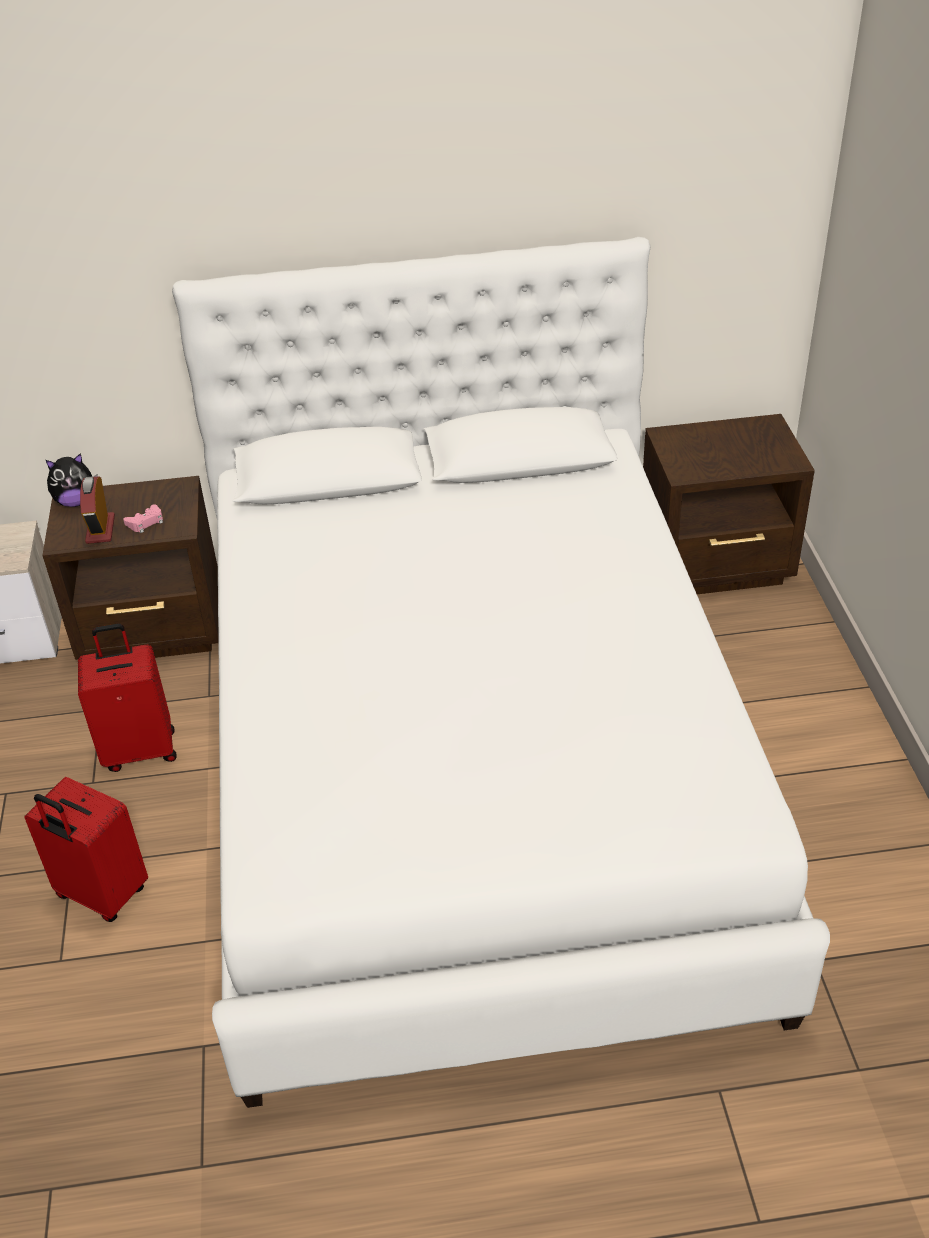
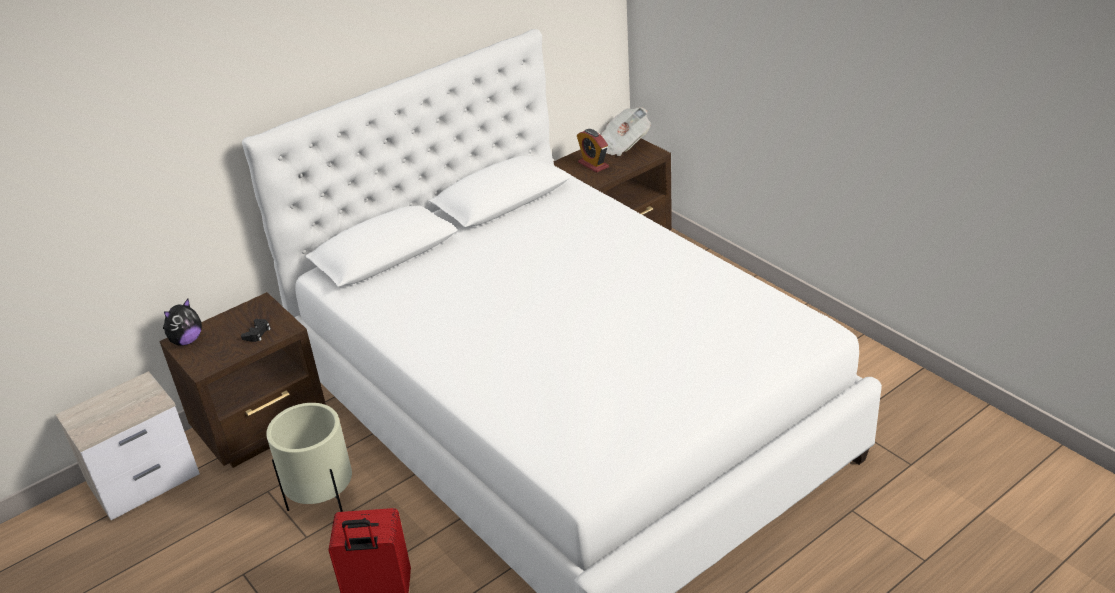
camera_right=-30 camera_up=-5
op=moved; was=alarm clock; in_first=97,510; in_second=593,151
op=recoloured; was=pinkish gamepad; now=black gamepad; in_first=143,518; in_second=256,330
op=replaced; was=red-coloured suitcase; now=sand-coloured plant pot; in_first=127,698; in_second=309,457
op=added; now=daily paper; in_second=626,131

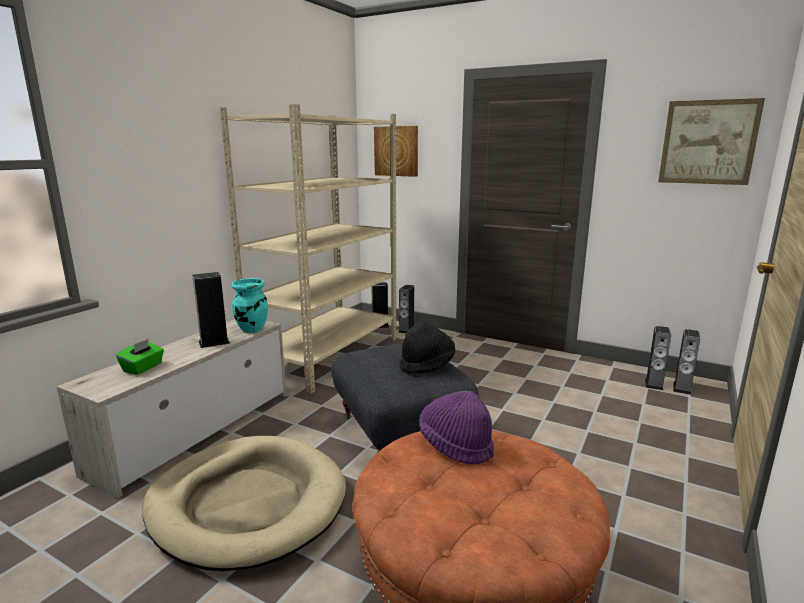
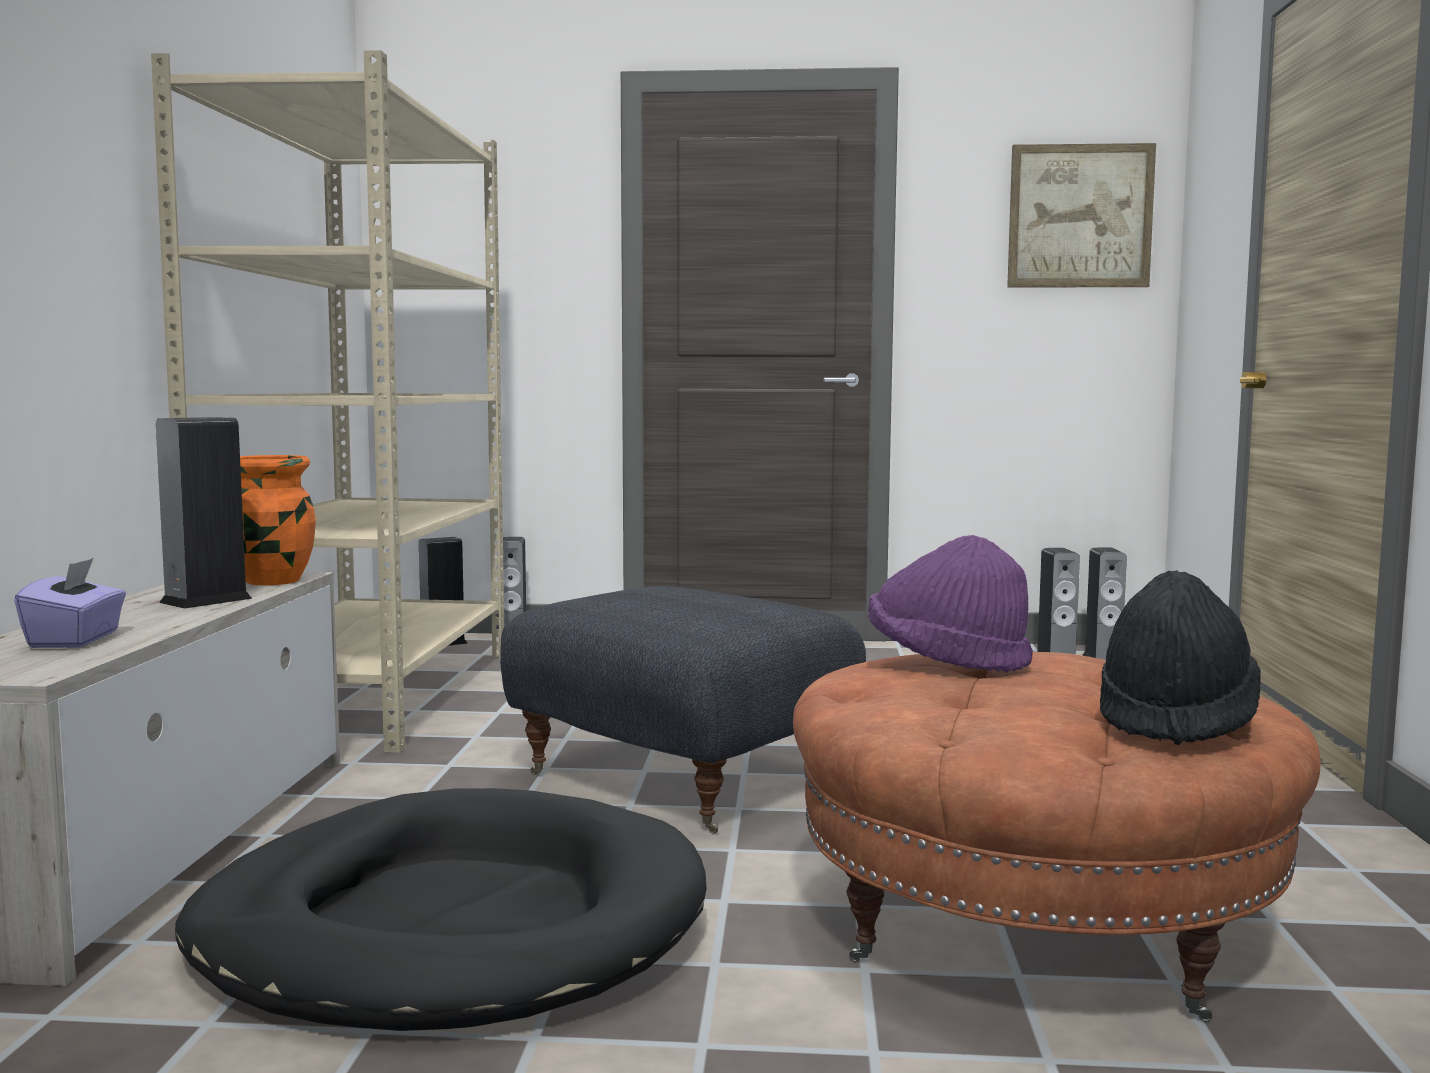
camera_right=-25 camera_up=-10
op=removed; was=wall picture; in_first=396,151
op=recoloured; was=turquoise flower vase; now=orangey flower vase; in_first=250,305; in_second=278,520
op=moved; was=black clothing hat; in_first=427,348; in_second=1180,657
op=recoloured; was=greenish tissue box; now=purple-coloured tissue box; in_first=140,357; in_second=70,603
op=recoloured; was=sand-coloured dog bed; now=black dog bed; in_first=244,503; in_second=441,909

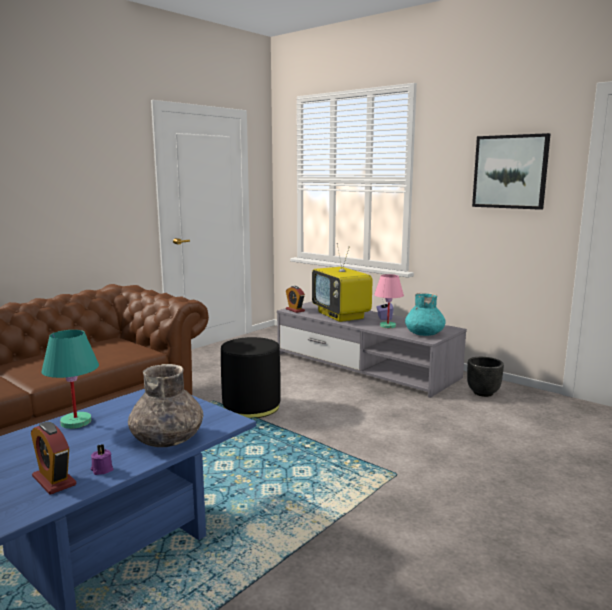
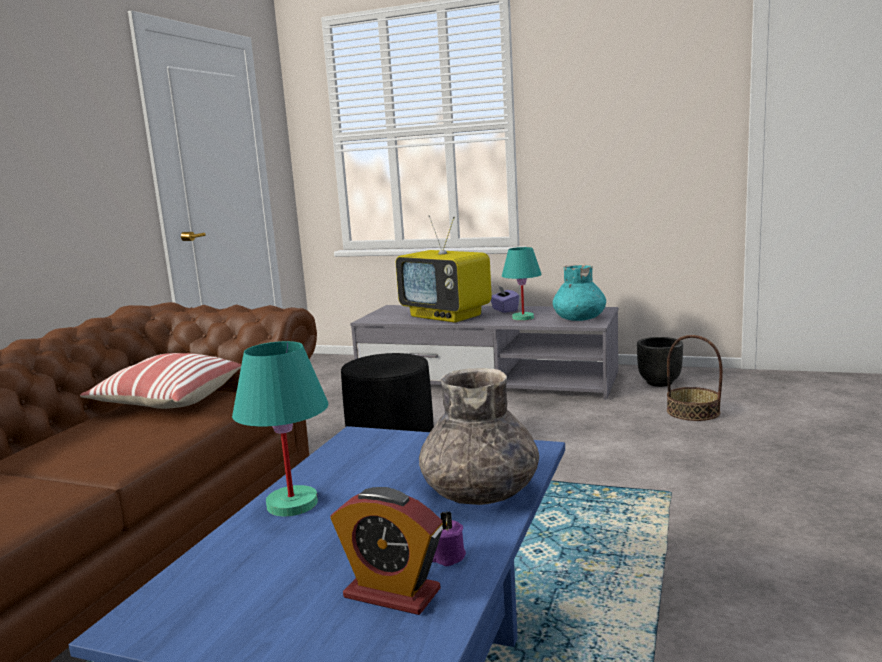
camera_right=-20 camera_up=0
op=removed; was=wall picture; in_first=511,171
op=recoloured; was=pinkish lamp for a table; now=turquoise lamp for a table; in_first=389,301; in_second=522,284
op=removed; was=alarm clock; in_first=295,299
op=added; now=household basket; in_second=695,378
op=added; now=pillow; in_second=160,381

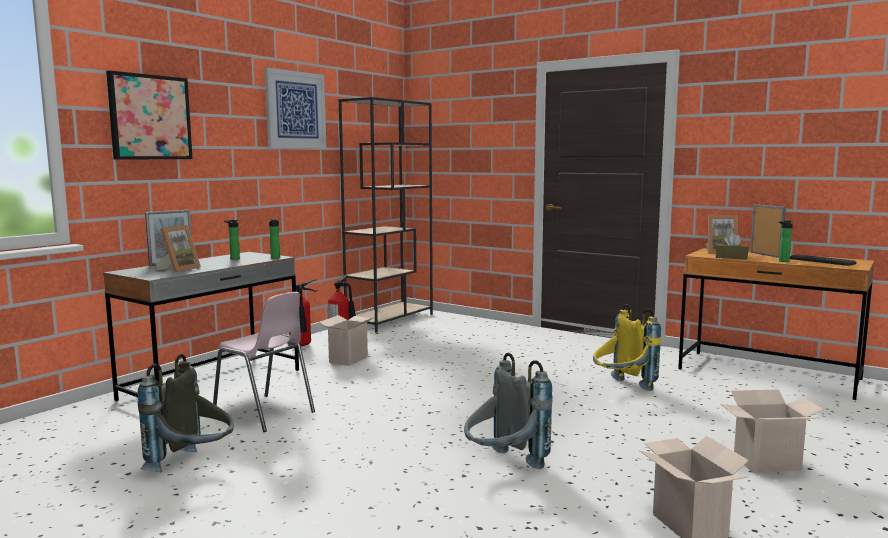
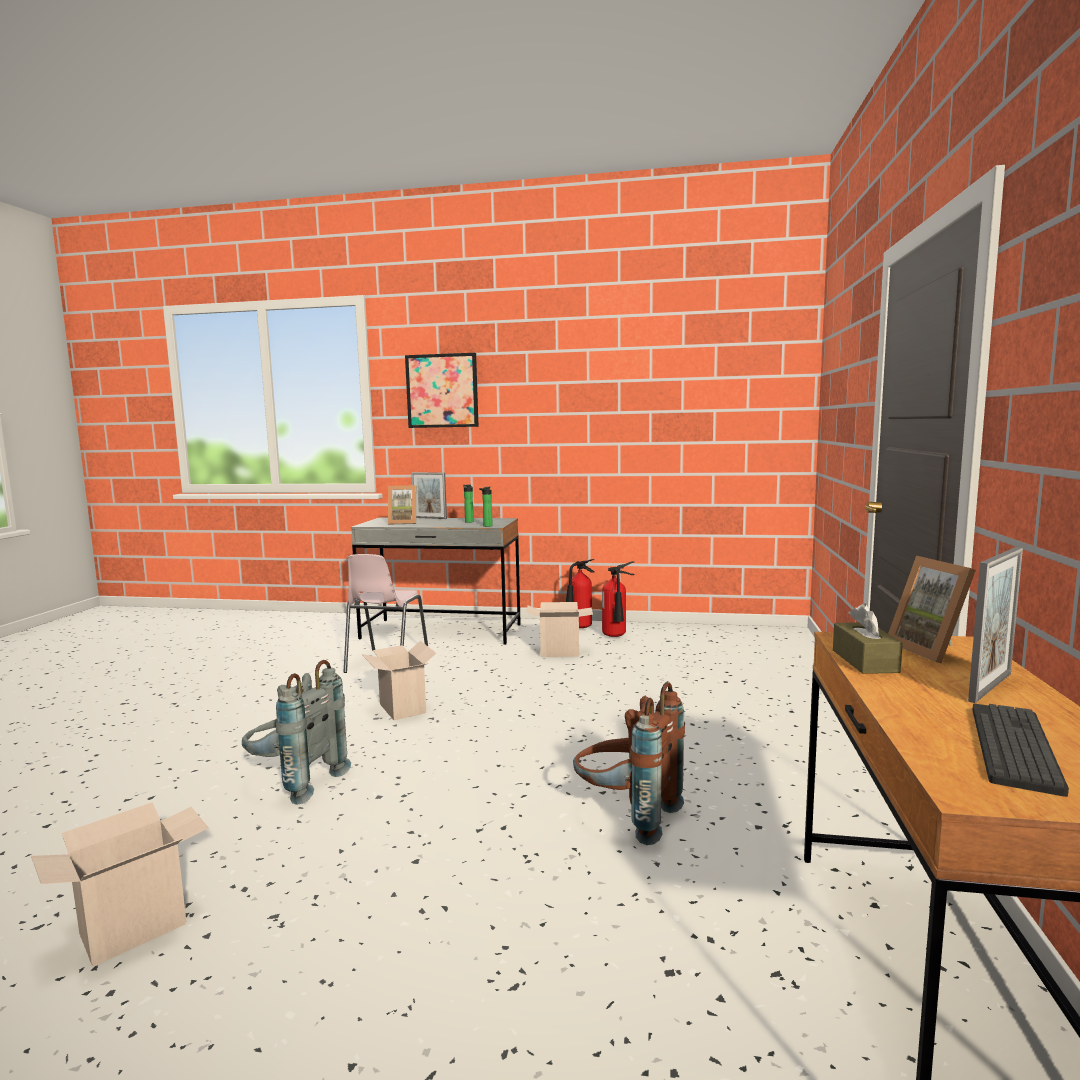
camera_right=65 camera_up=0
op=removed; was=wall picture; in_first=295,107
op=removed; was=bookshelf; in_first=386,215
op=removed; was=beverage bottle; in_first=786,241
op=recoloured; was=yellowish backpack; now=brown-coloured backpack; in_first=627,347; in_second=629,763
op=removed; was=grey backpack; in_first=186,413
op=moved; was=cardboard box; in_first=772,431; in_second=399,680

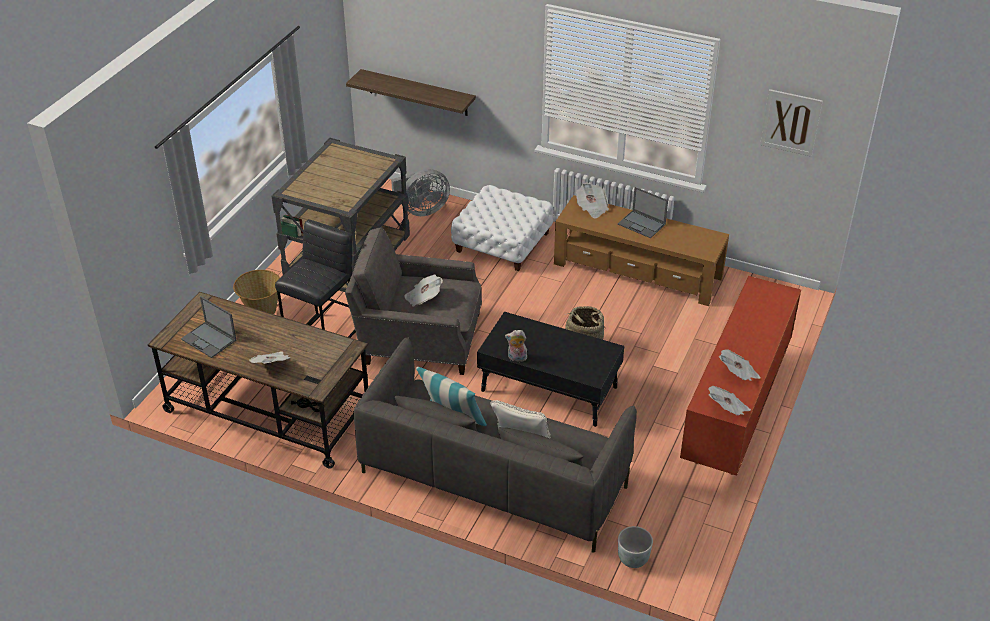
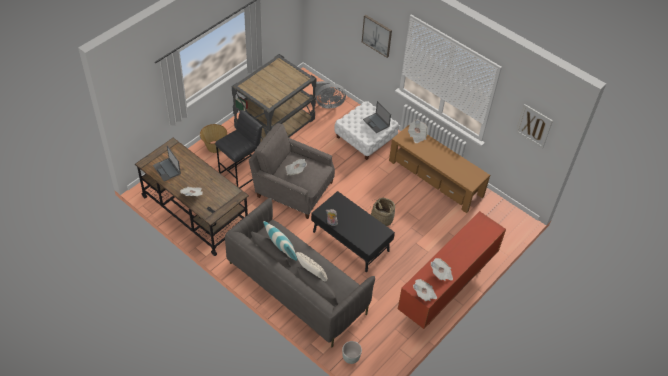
camera_right=15 camera_up=10
op=removed; was=wall shelf; in_first=411,92
op=moved; was=notebook computer; in_first=643,212; in_second=377,117
op=added; now=wall picture; in_second=377,36

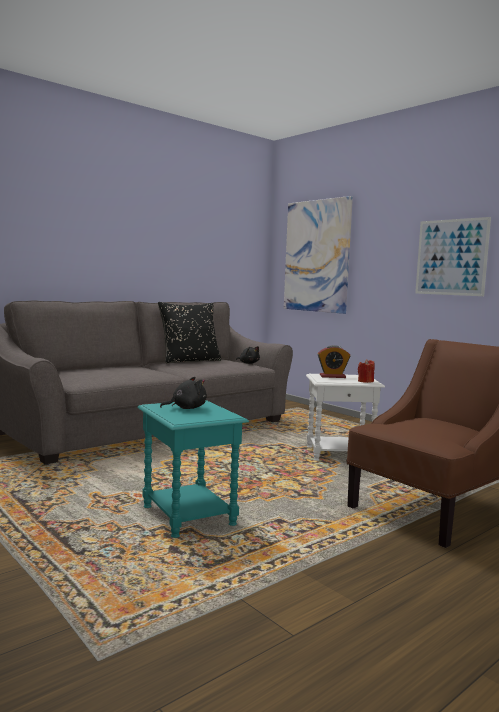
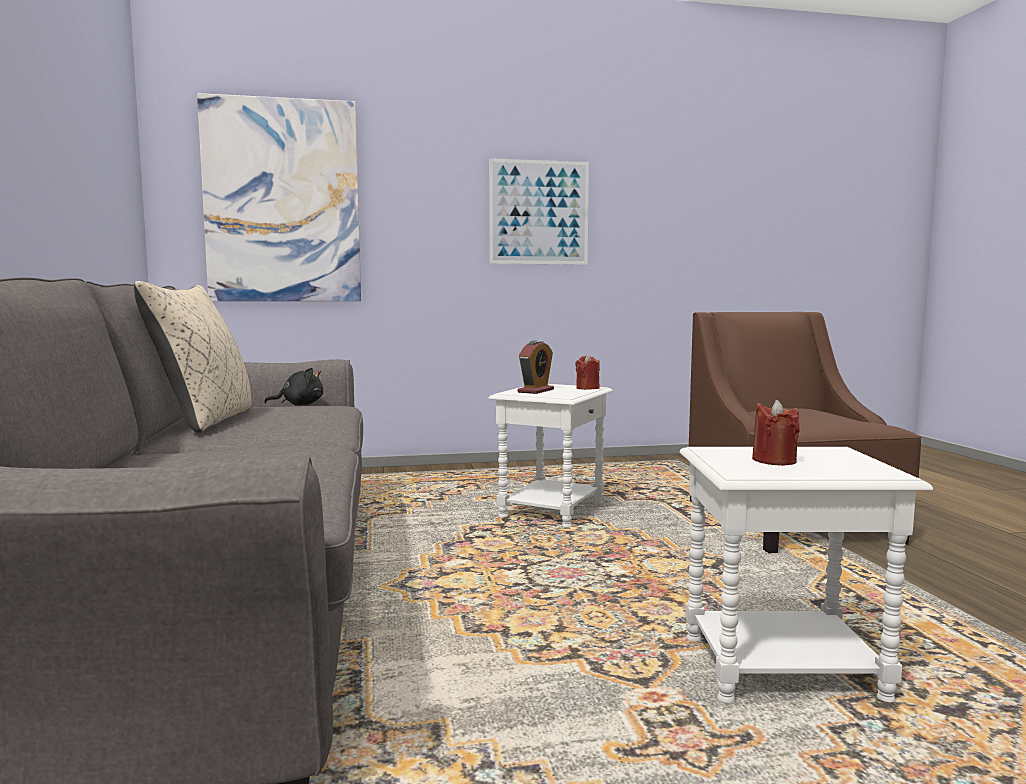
camera_right=-60 camera_up=0
op=recoloured; was=black pillow; now=sand-coloured pillow; in_first=189,333; in_second=192,357
op=replaced; was=black plush toy; now=red-coloured wax candle; in_first=183,393; in_second=776,433
op=recoloured; was=turquoise end table; now=white-coloured end table; in_first=193,469; in_second=806,575

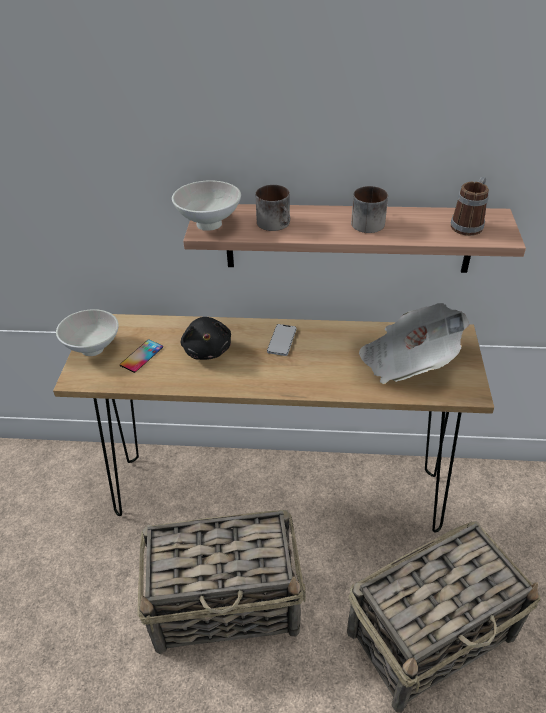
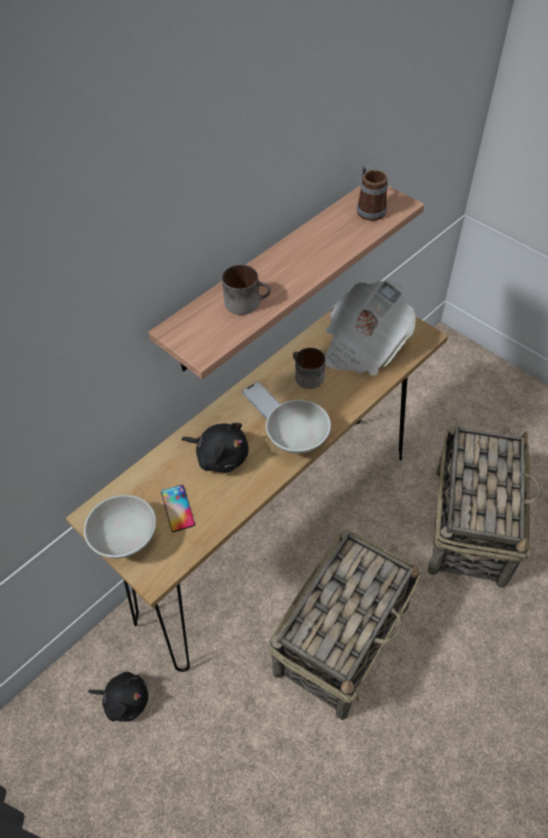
camera_right=-50 camera_up=10
op=moved; was=white-coloured bowl; in_first=206,206; in_second=298,427
op=moved; was=coffee mug; in_first=369,209; in_second=309,368
op=added; now=black plush toy; in_second=118,697

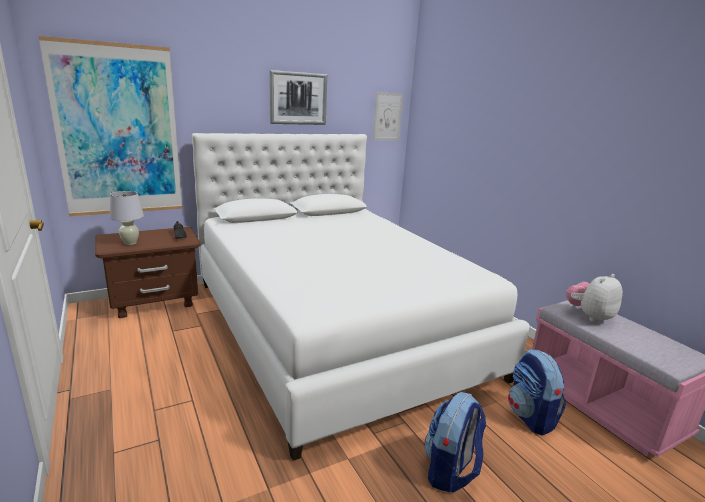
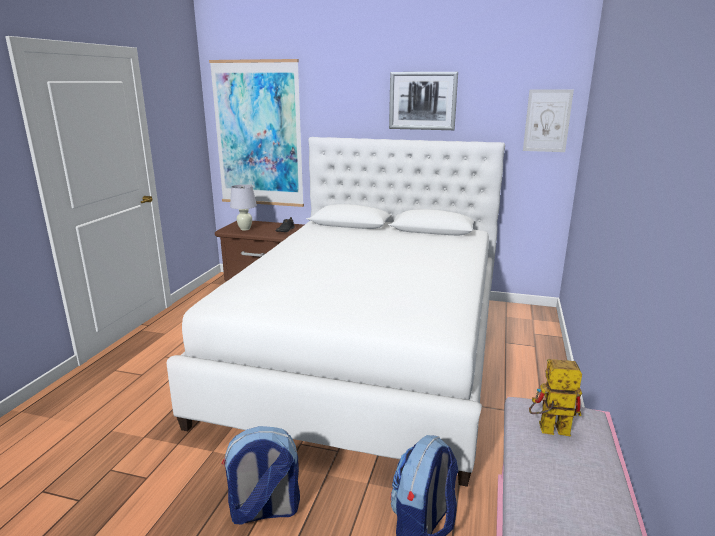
camera_right=45 camera_up=0
op=replaced; was=plush toy; now=robot figure; in_first=594,298; in_second=555,398

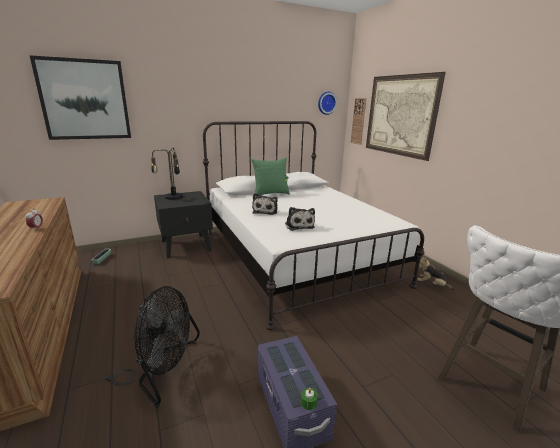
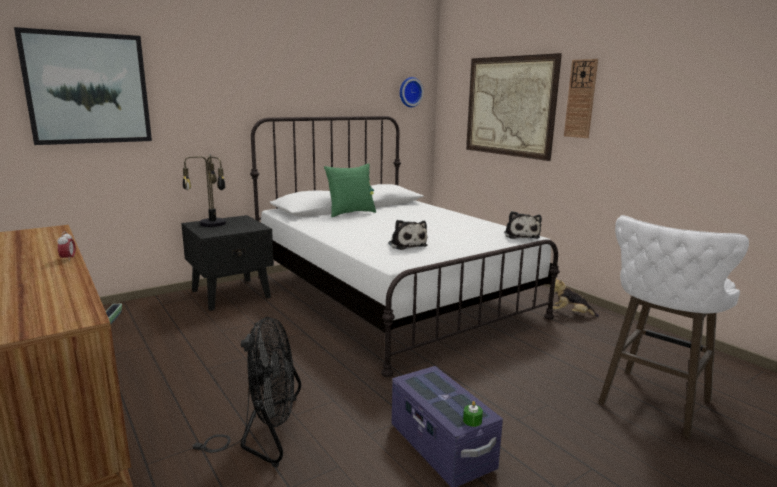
camera_right=-10 camera_up=-5
op=moved; was=hanging clock; in_first=358,121; in_second=581,98
op=moved; was=plush toy; in_first=265,204; in_second=523,225

